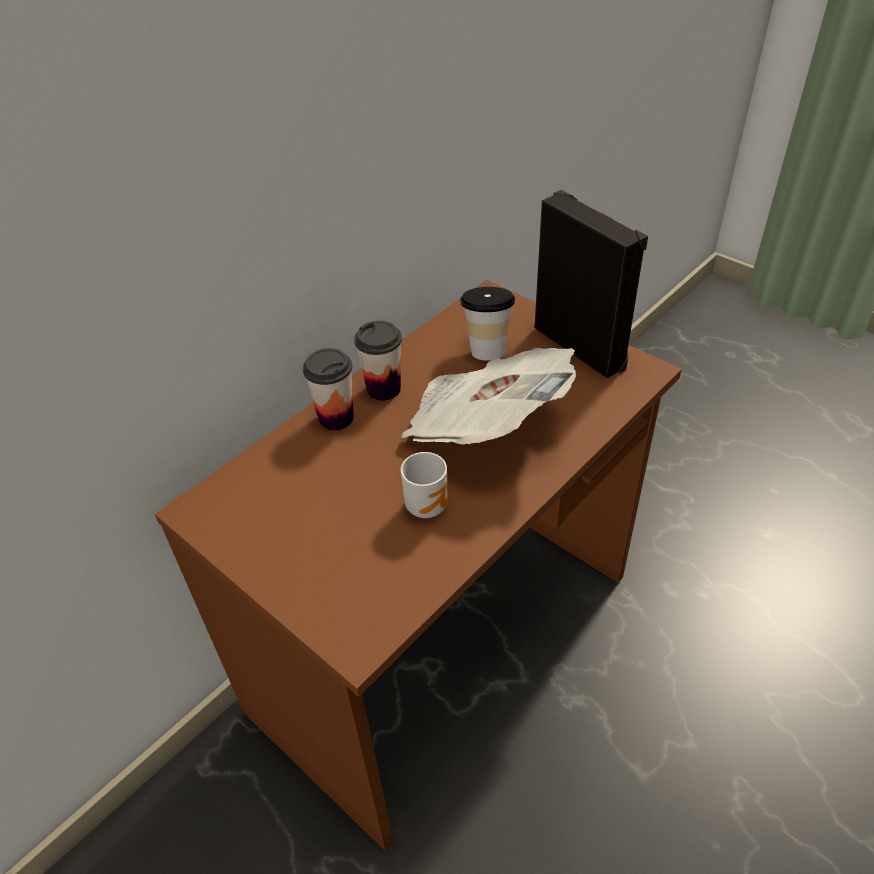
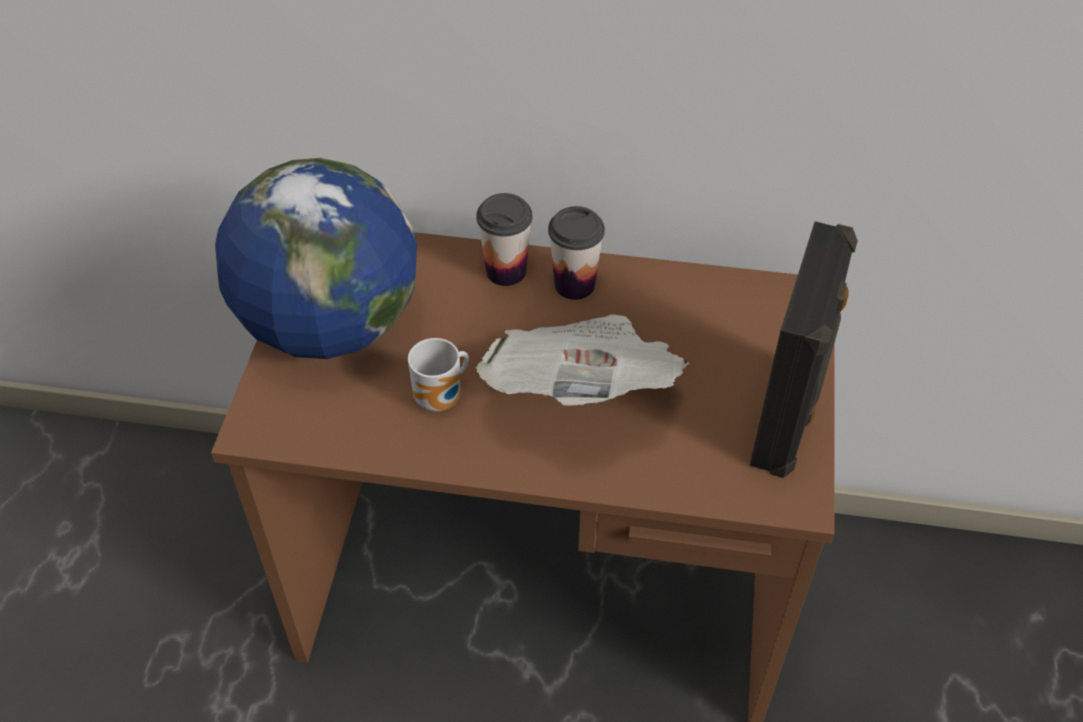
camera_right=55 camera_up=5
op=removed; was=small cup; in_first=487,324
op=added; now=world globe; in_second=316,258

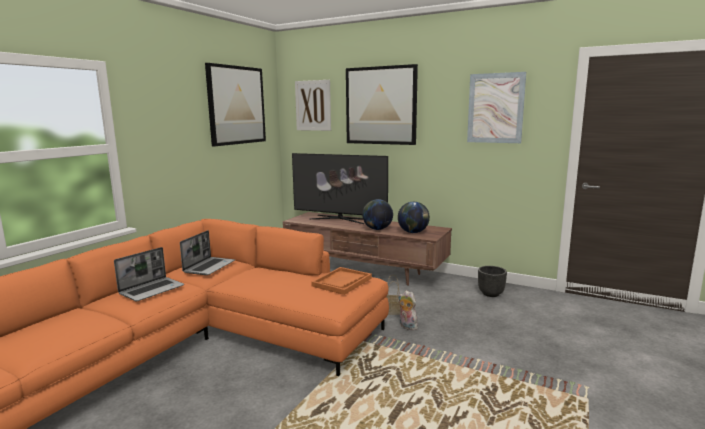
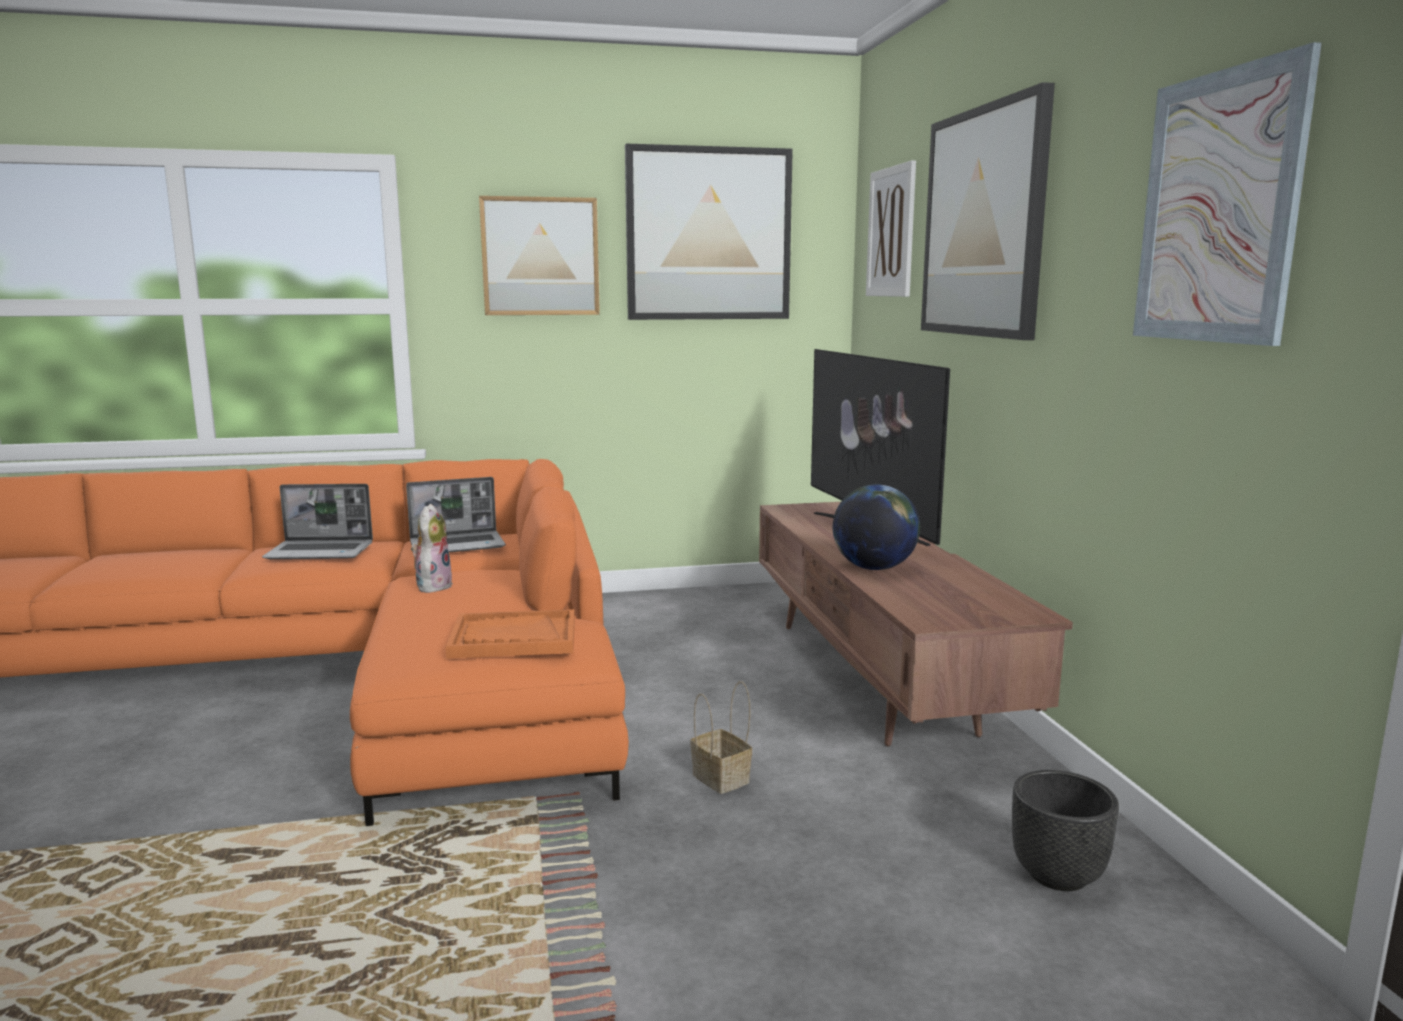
camera_right=50 camera_up=0
op=removed; was=world globe; in_first=414,217
op=moved; was=plush toy; in_first=408,310; in_second=432,548
op=added; now=wall picture; in_second=539,255

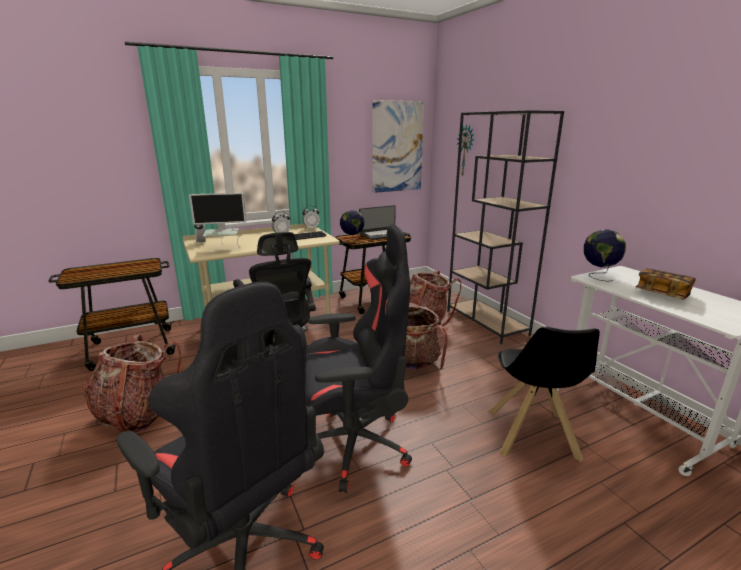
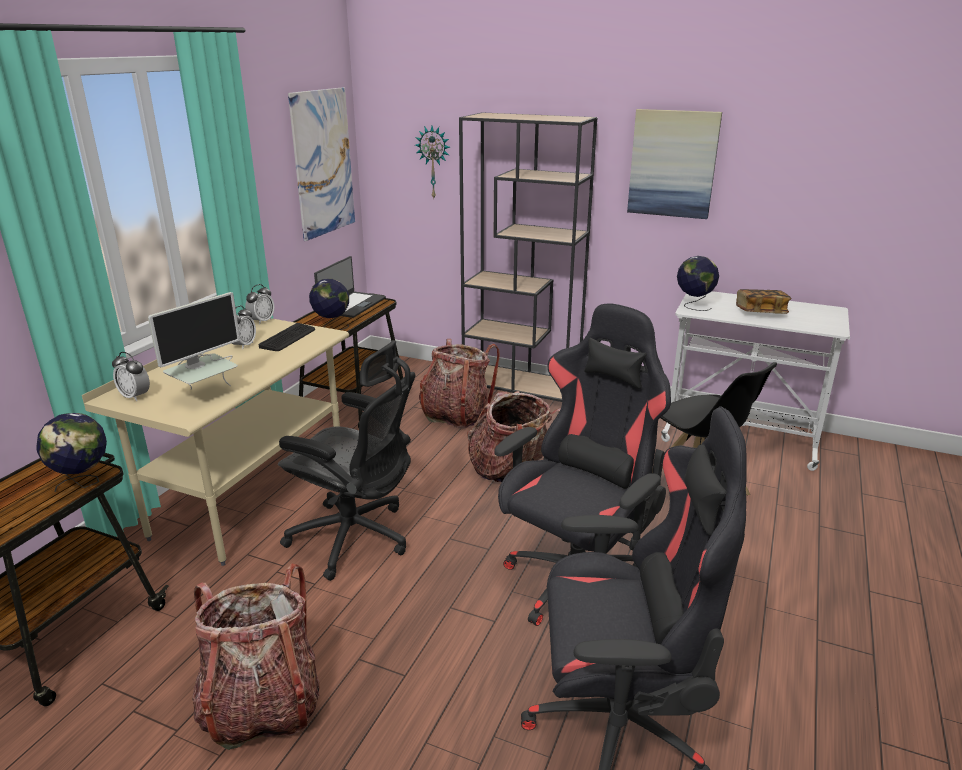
camera_right=-40 camera_up=5
op=added; now=wall picture; in_second=674,164
op=added; now=world globe; in_second=72,452

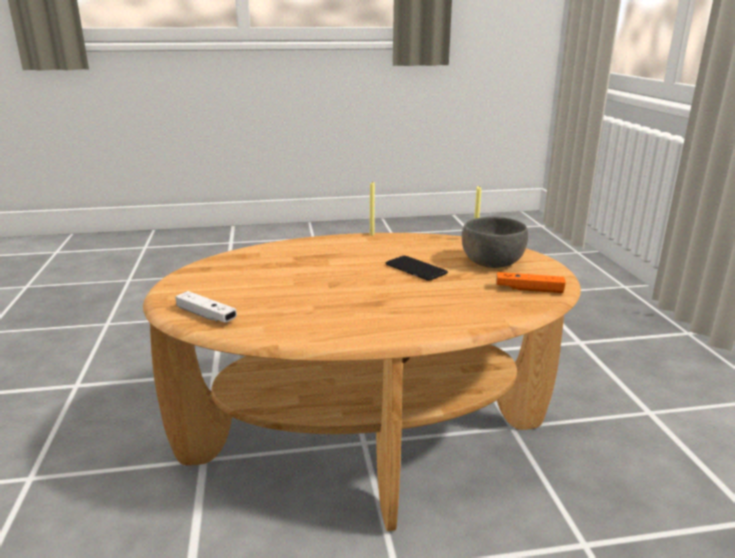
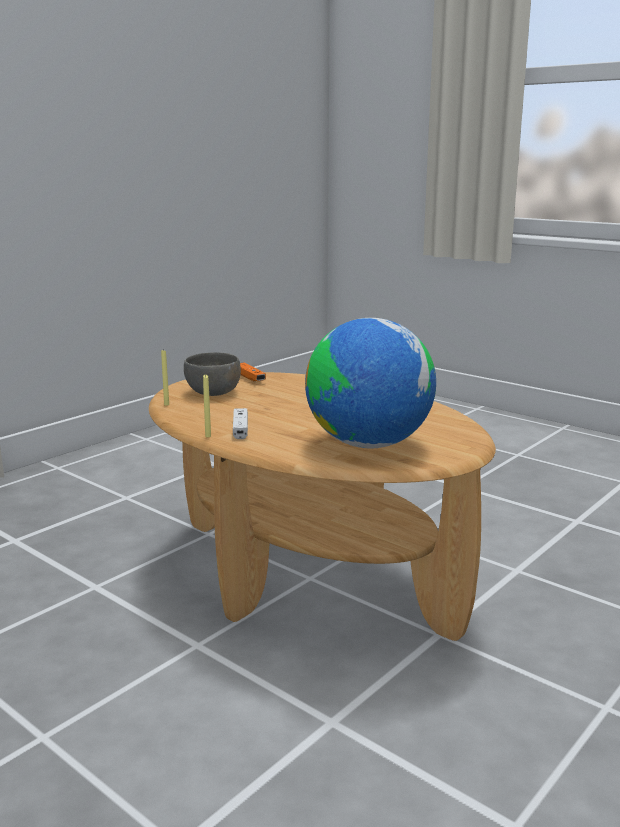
camera_right=-130 camera_up=-5
op=removed; was=handset; in_first=417,268
op=moved; was=white-coloured gamepad; in_first=206,307; in_second=240,423
op=added; now=world globe; in_second=370,383

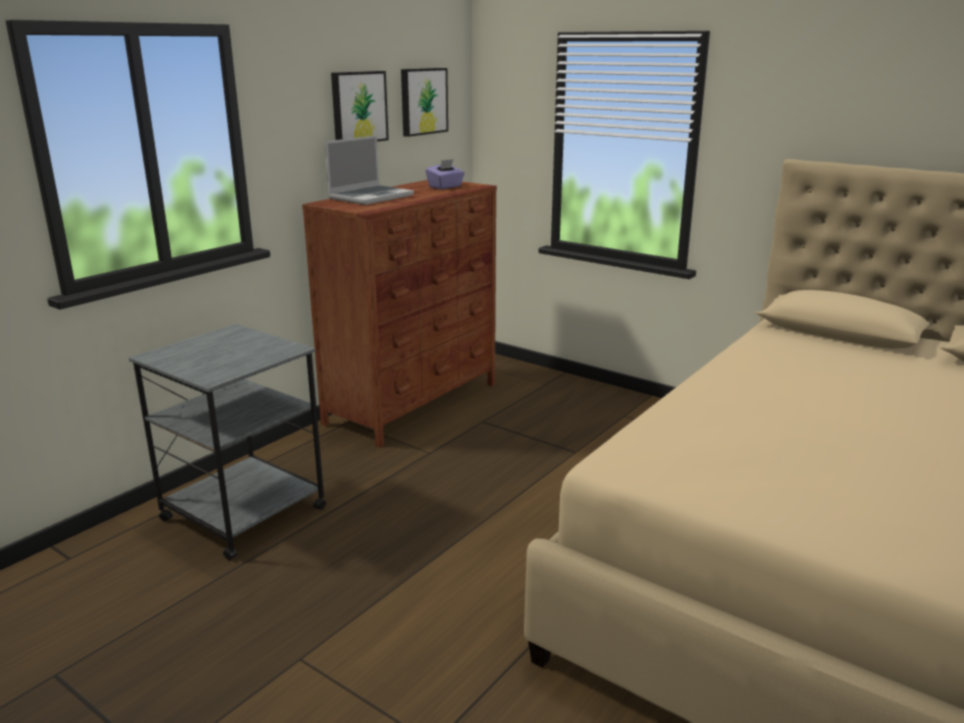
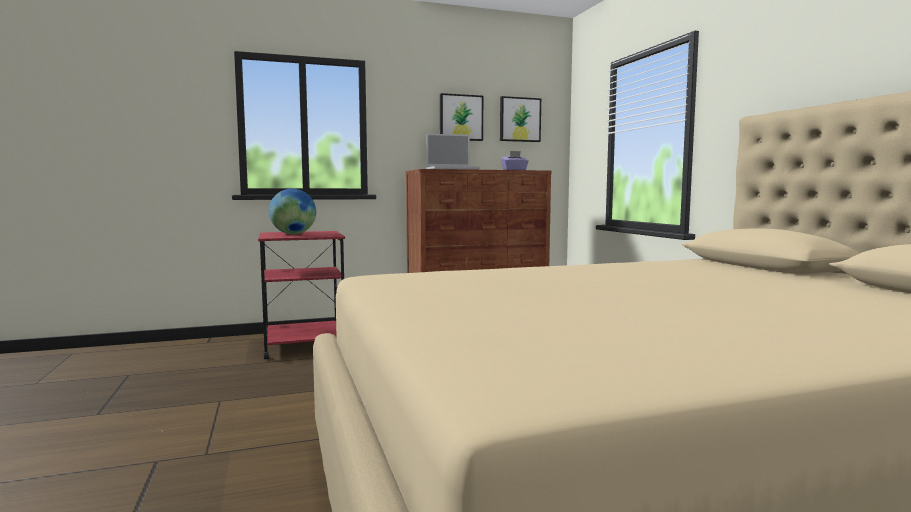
camera_right=35 camera_up=-15
op=recoloured; was=grey wheeled cart; now=red-coloured wheeled cart; in_first=227,442; in_second=301,295
op=added; now=world globe; in_second=292,211

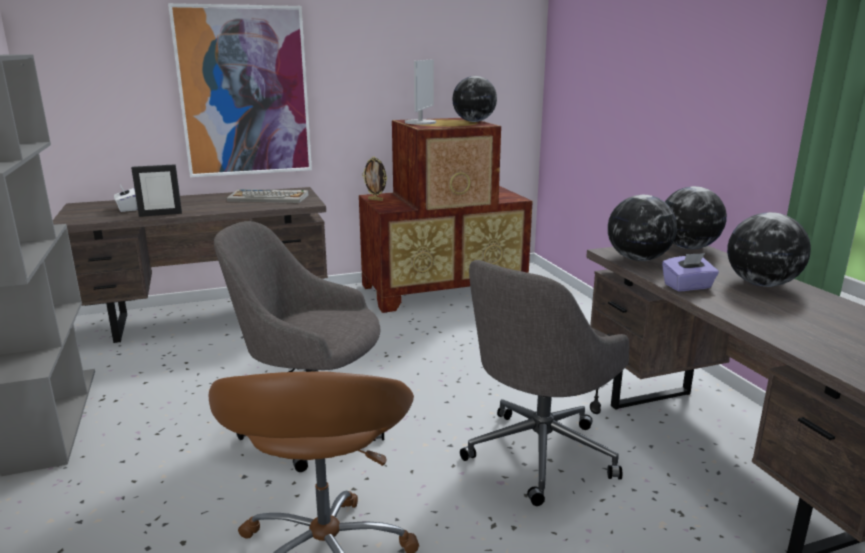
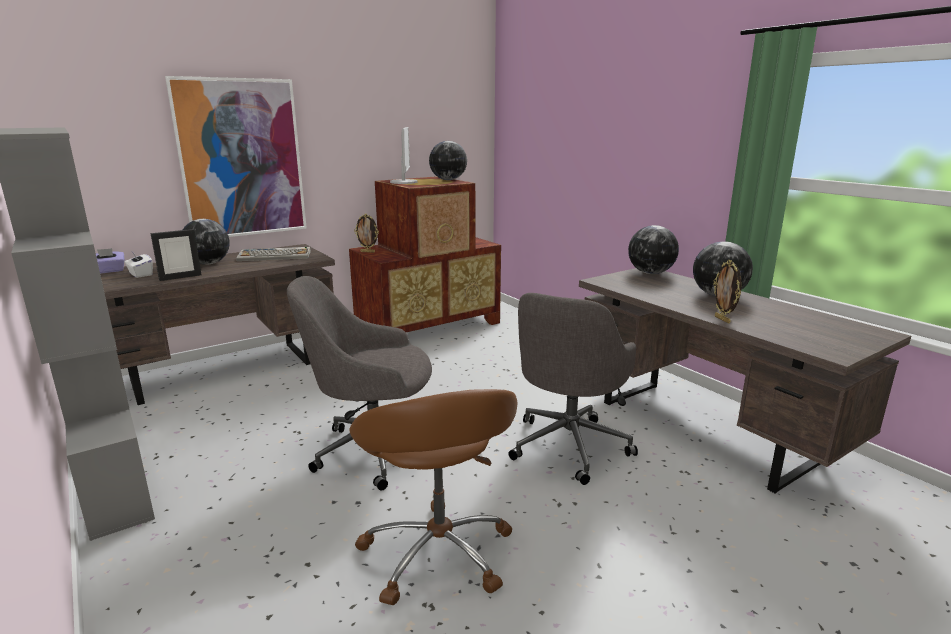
camera_right=-15 camera_up=0
op=moved; was=world globe; in_first=642,228; in_second=206,242
op=moved; was=purple-coloured tissue box; in_first=690,272; in_second=110,261
op=added; now=standing frame; in_second=727,291

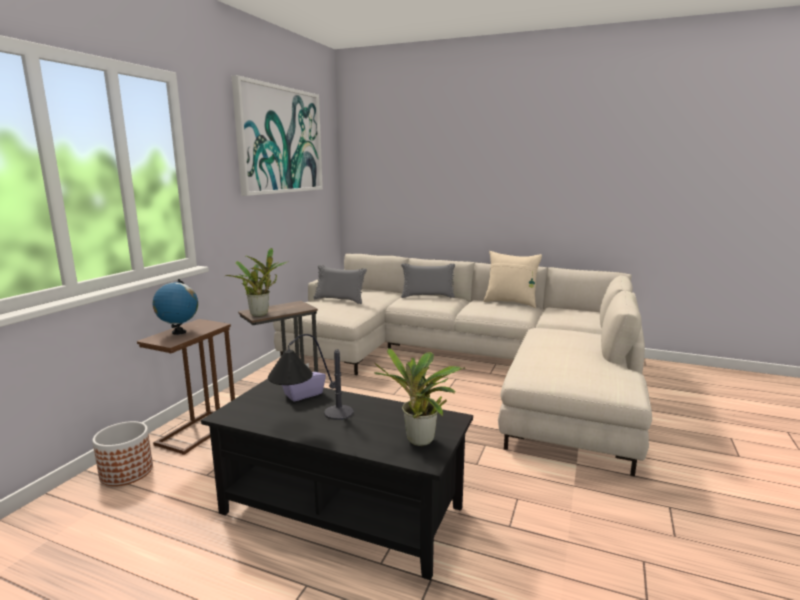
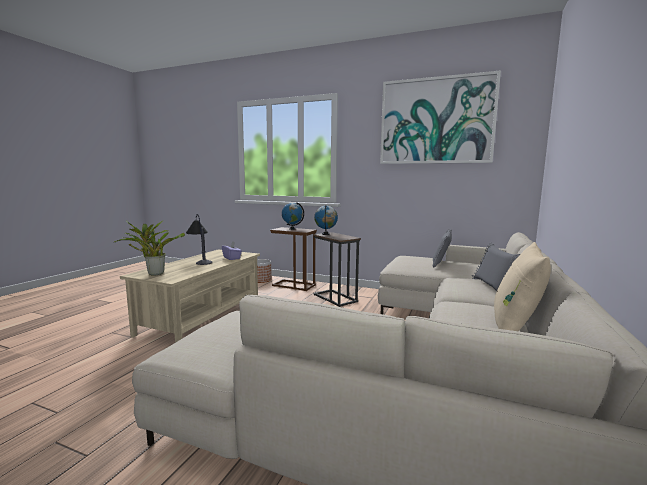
camera_right=90 camera_up=-5
op=replaced; was=plant in a pot; now=world globe; in_first=257,282; in_second=326,220
op=recoloured; was=black low table; now=sand-coloured low table; in_first=337,479; in_second=190,296

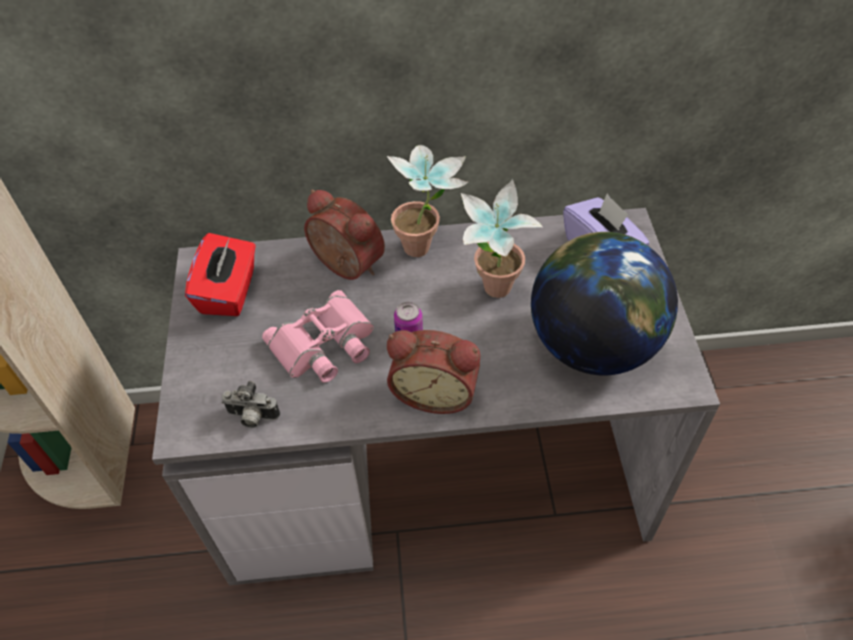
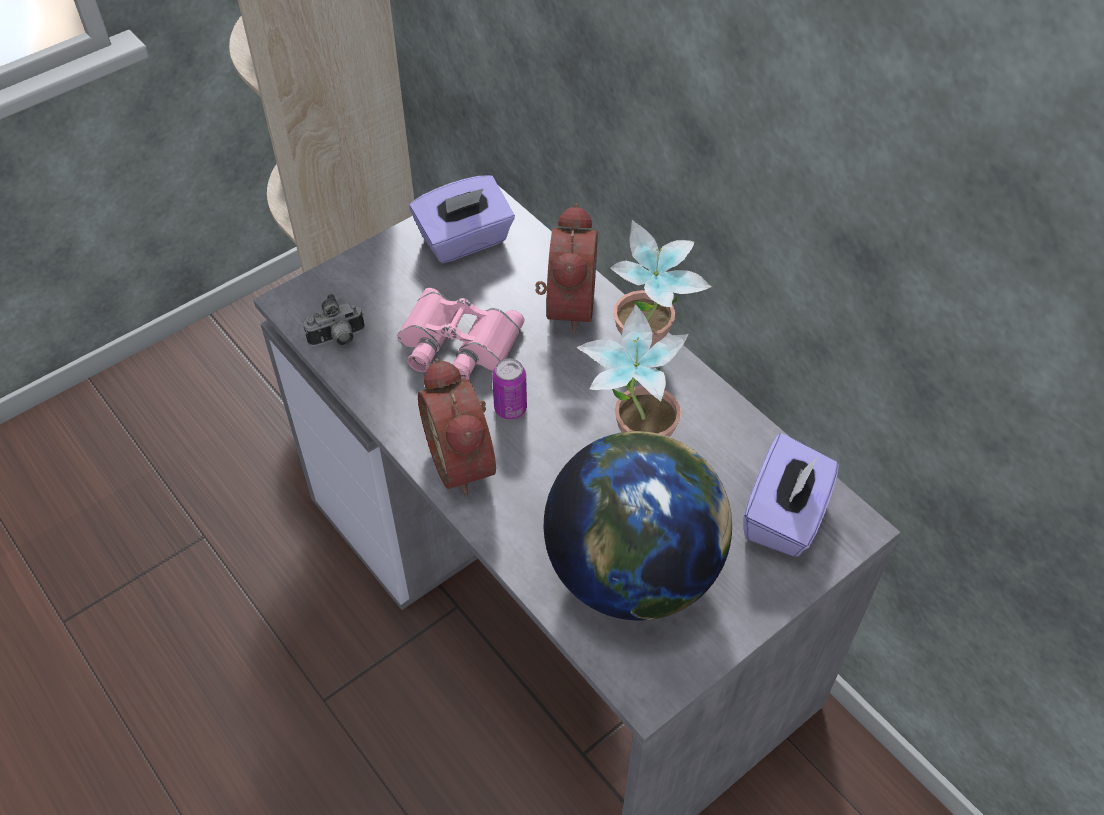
camera_right=55 camera_up=0
op=recoloured; was=red-coloured tissue box; now=purple-coloured tissue box; in_first=220,274; in_second=462,219
op=turned; was=still camera; in_first=251,404; in_second=334,320; clockwise=-90

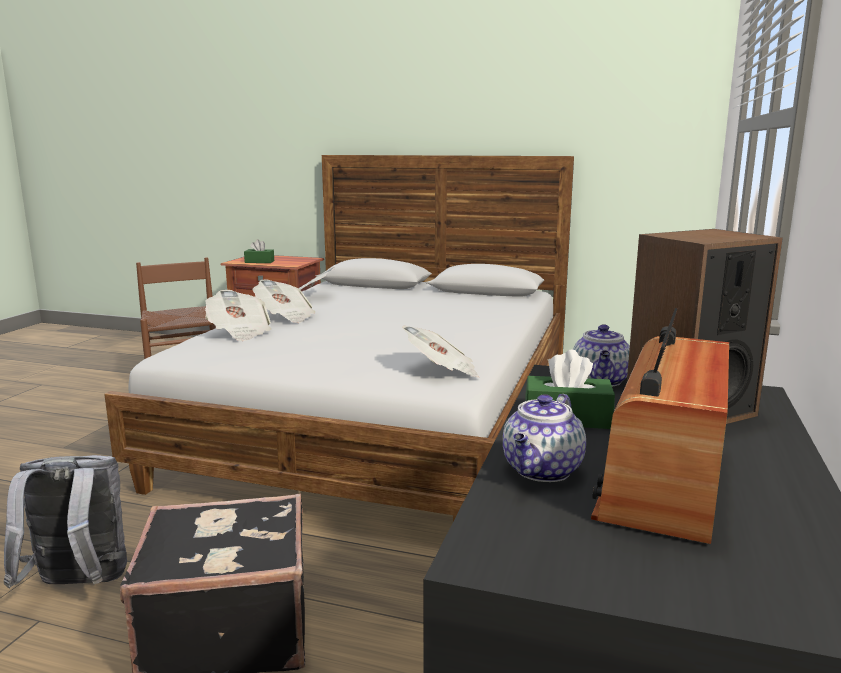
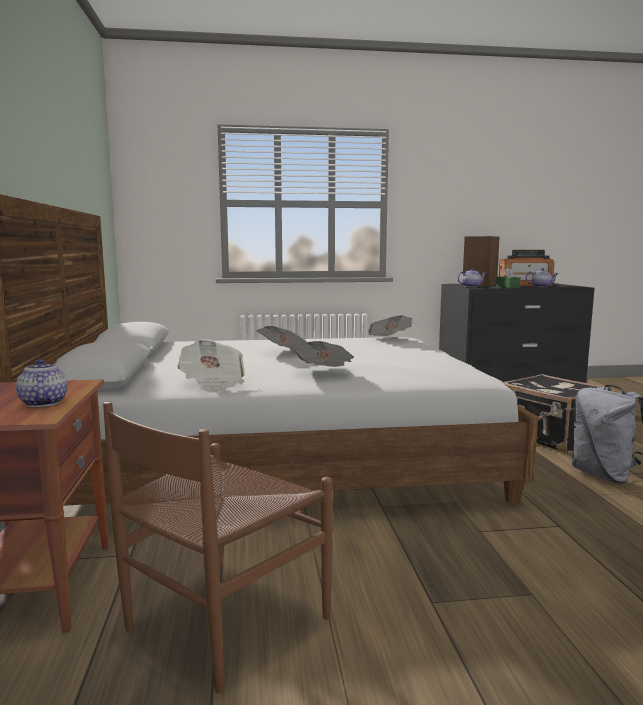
camera_right=-115 camera_up=-5
op=replaced; was=greenish tissue box; now=tea pot; in_first=259,251; in_second=42,383
op=moved; was=daily paper; in_first=238,315; in_second=281,337

